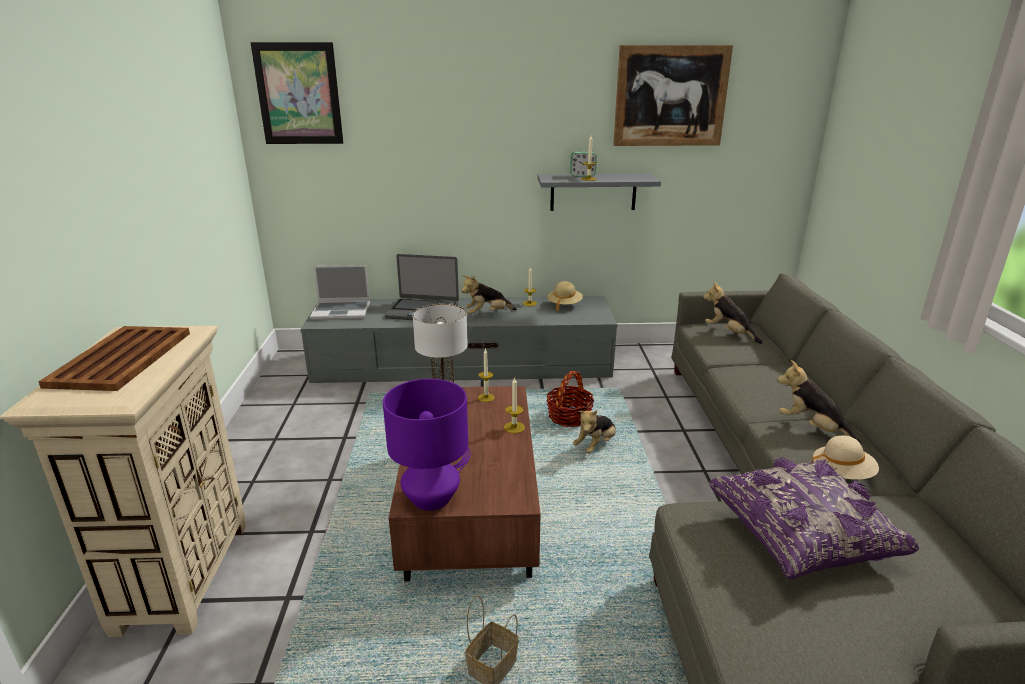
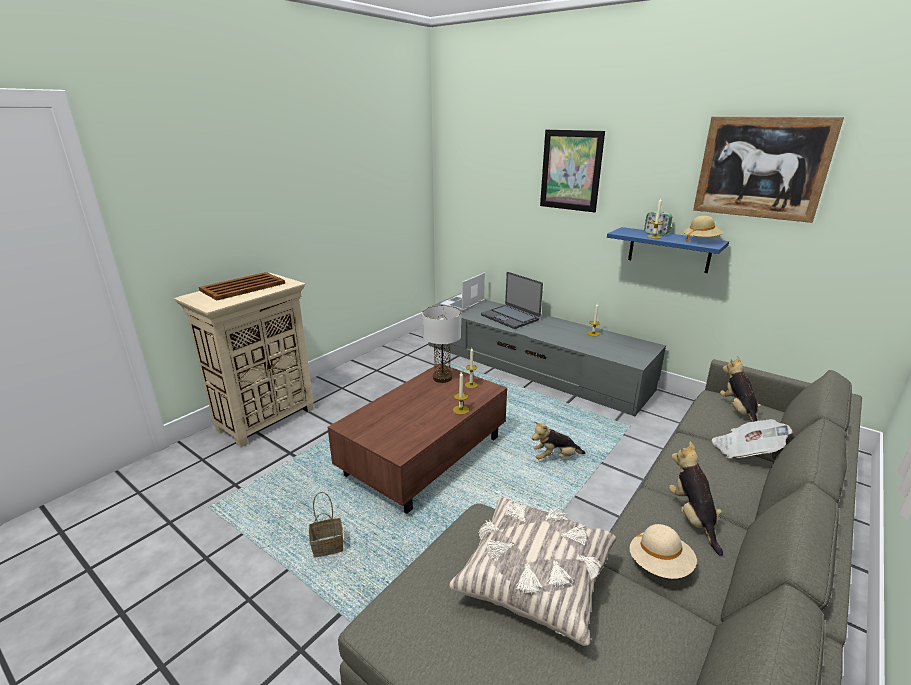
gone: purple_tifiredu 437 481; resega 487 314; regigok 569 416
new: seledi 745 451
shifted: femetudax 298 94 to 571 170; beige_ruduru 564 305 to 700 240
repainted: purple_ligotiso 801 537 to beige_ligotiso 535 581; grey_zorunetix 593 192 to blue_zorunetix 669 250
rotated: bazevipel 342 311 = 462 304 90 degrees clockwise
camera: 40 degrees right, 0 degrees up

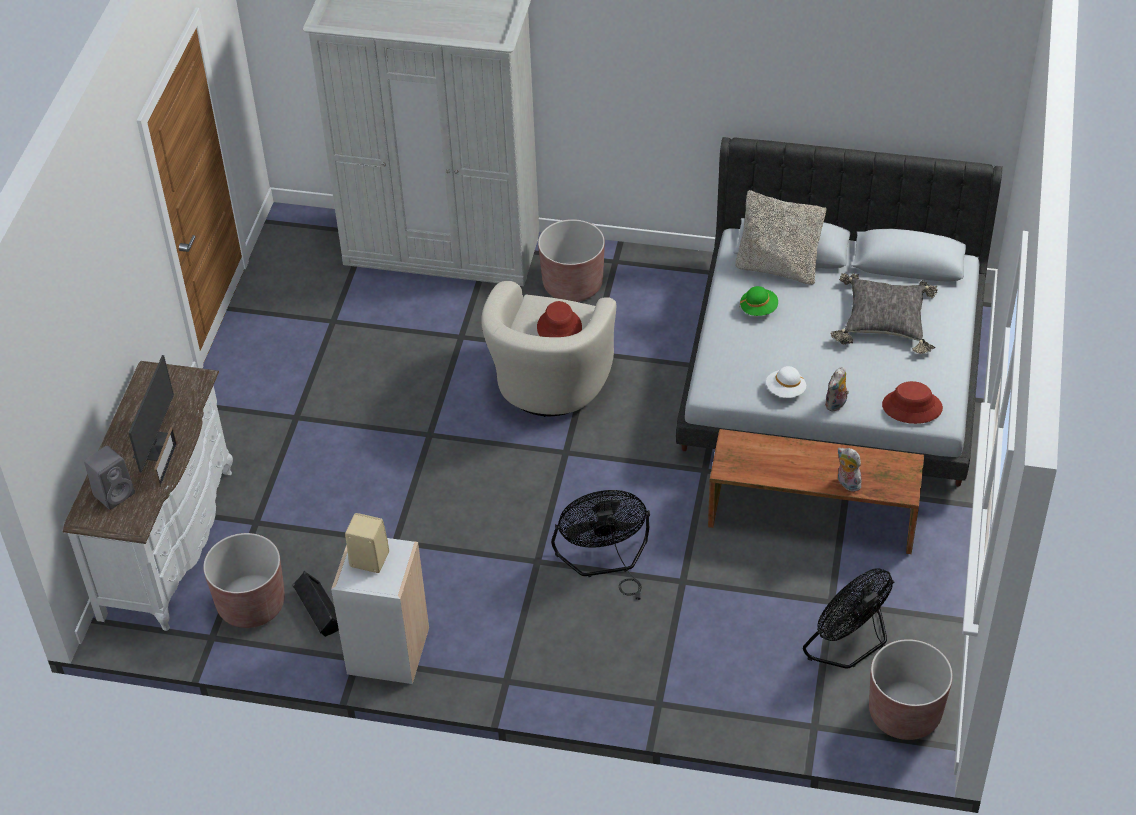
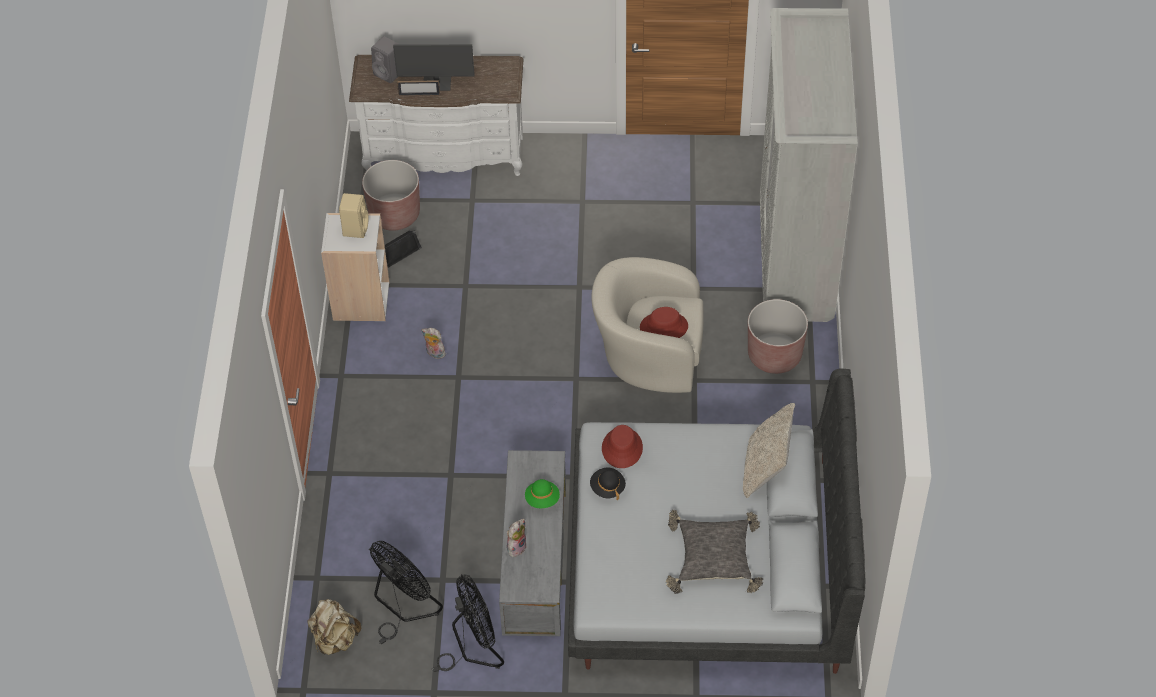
shifted: resega 836 405 to 434 353; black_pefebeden 608 562 to 471 642; green_ruduru 758 309 to 542 499; red_ruduru 912 407 to 622 448
swapped: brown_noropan 904 713 to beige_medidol 335 639
repainted: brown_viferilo 814 514 to grey_viferilo 536 560; white_ruduru 785 390 to black_ruduru 607 488
camera: 80 degrees right, 5 degrees up

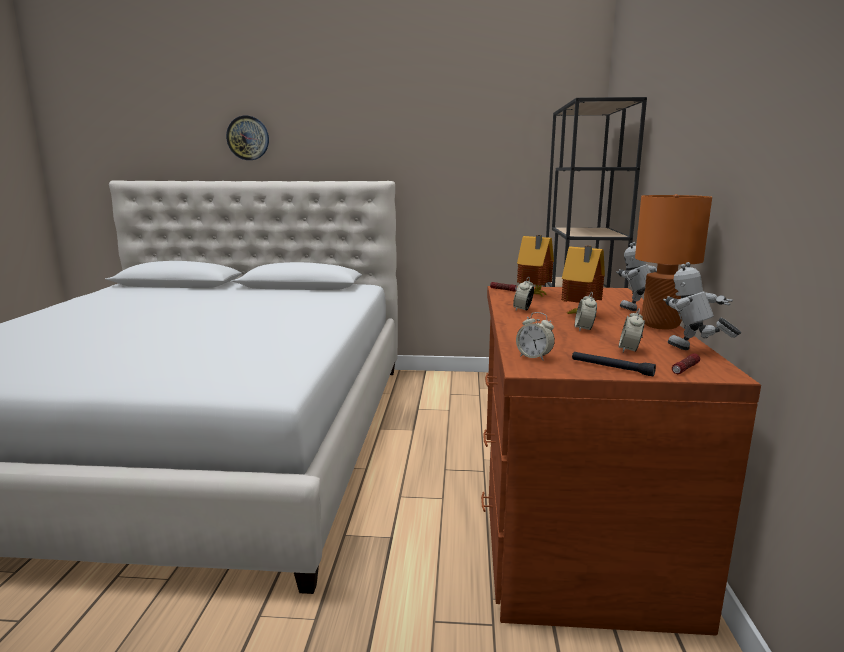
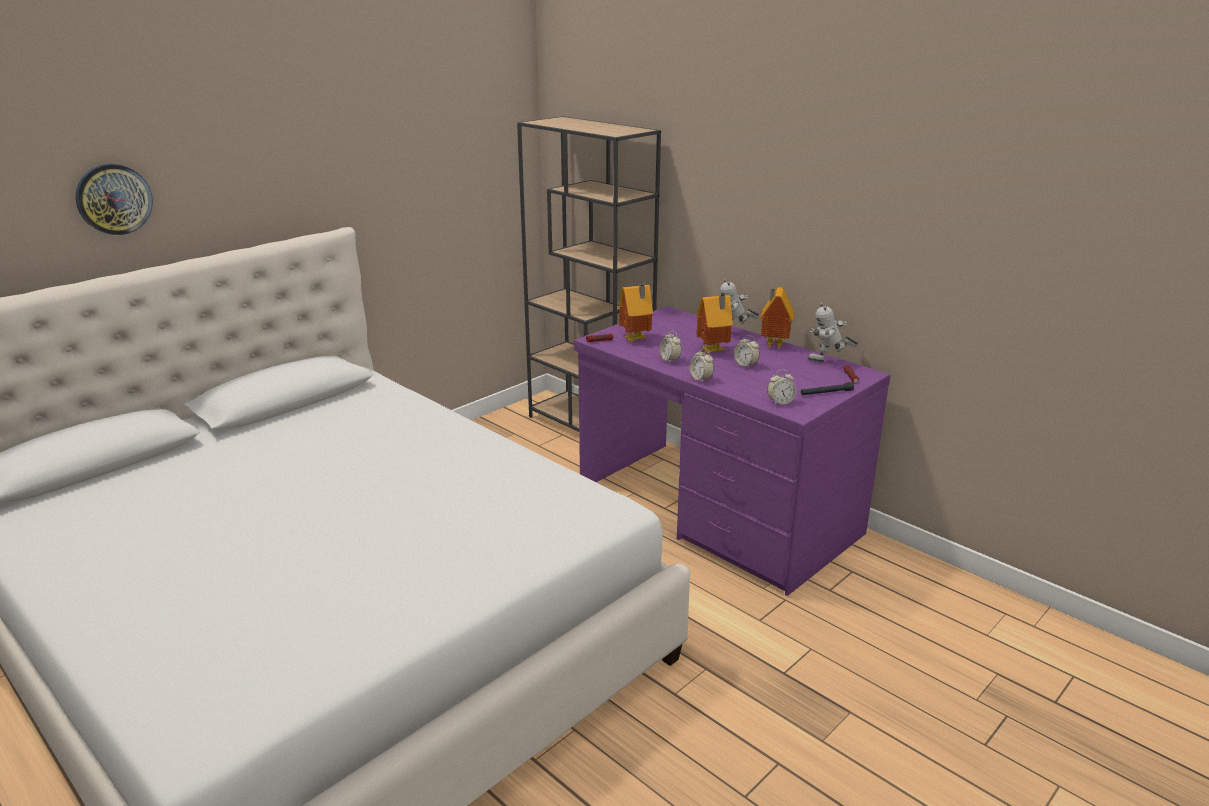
shifted: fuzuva 629 350 to 701 379
swapped: orange_tifiredu 659 327 to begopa 772 345
repainted: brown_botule 568 511 to purple_botule 716 511
camera: 50 degrees left, 10 degrees up

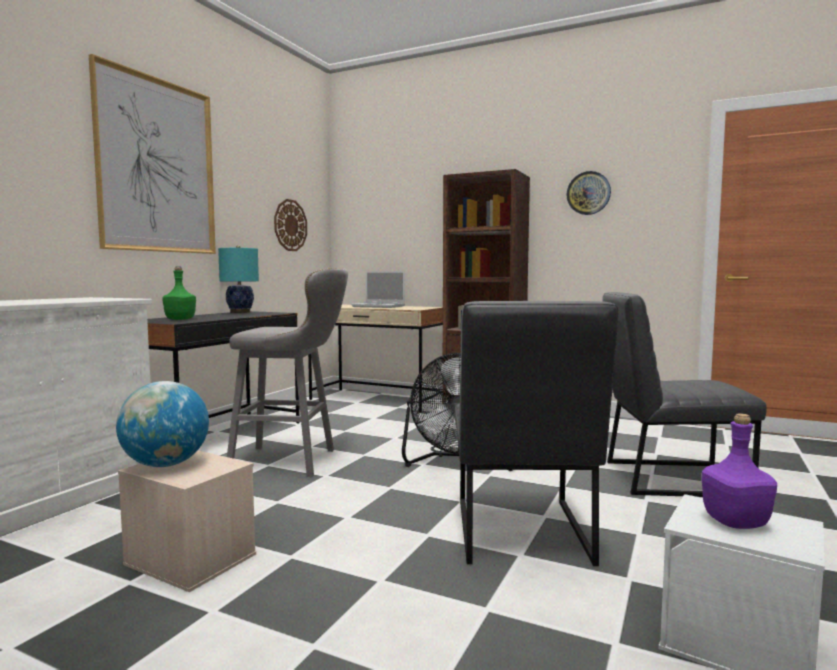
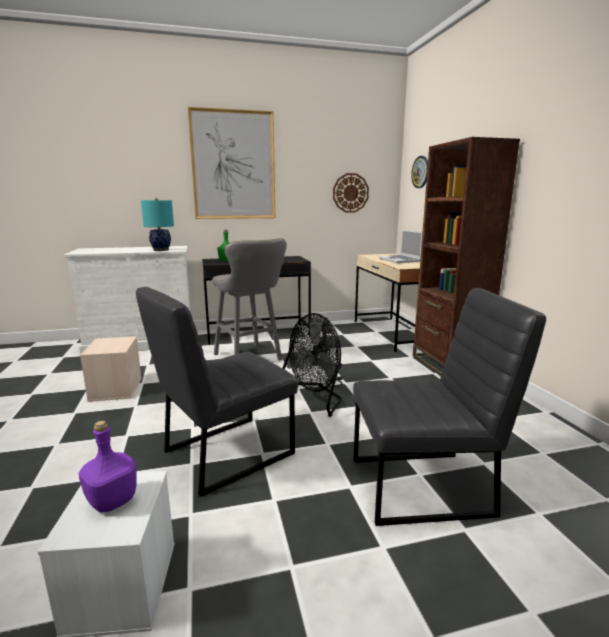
gone: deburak 165 465
shifted: turquoise_tifiredu 240 312 to 161 250; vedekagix 588 193 to 421 172
rotated: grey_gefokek 670 478 = 424 486 120 degrees clockwise
camera: 50 degrees right, 10 degrees up

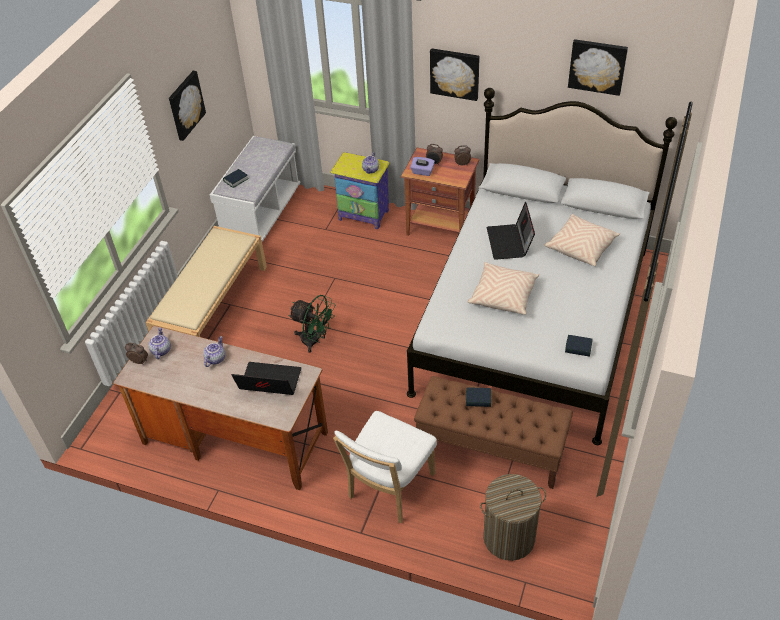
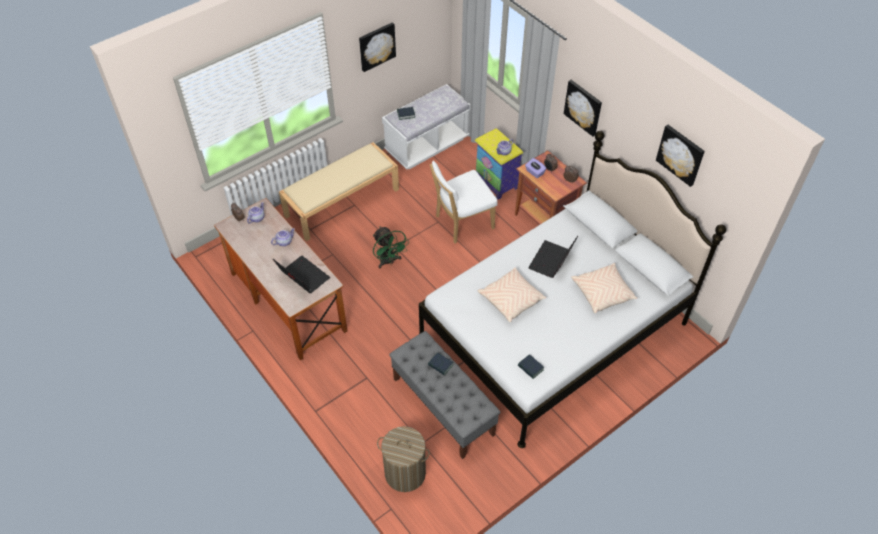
shifted: white_gefokek 388 489 to 461 223
repainted: brown_viferilo 491 450 to grey_viferilo 443 406
camera: 30 degrees right, 5 degrees up

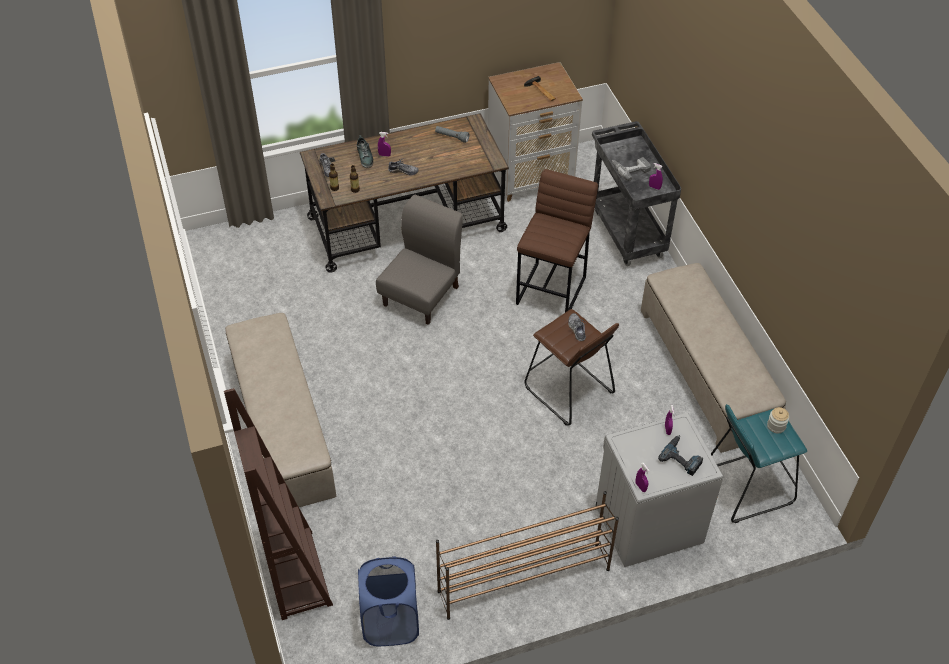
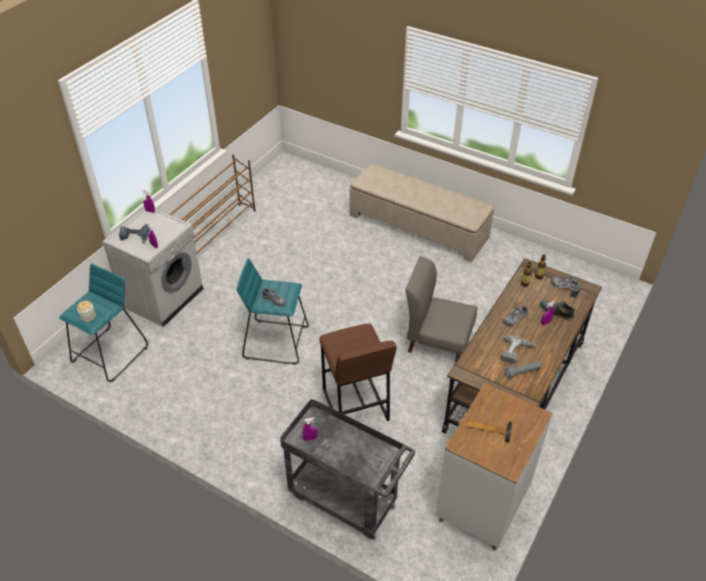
gone: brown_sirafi 296 575; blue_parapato 390 623; beige_viferilo 706 371
shifted: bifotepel 630 169 to 516 352
repainted: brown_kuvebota 568 390 to turquoise_kuvebota 276 341
rotated: grey_gefokek 422 295 = 437 341 120 degrees clockwise
camera: 140 degrees right, 5 degrees down

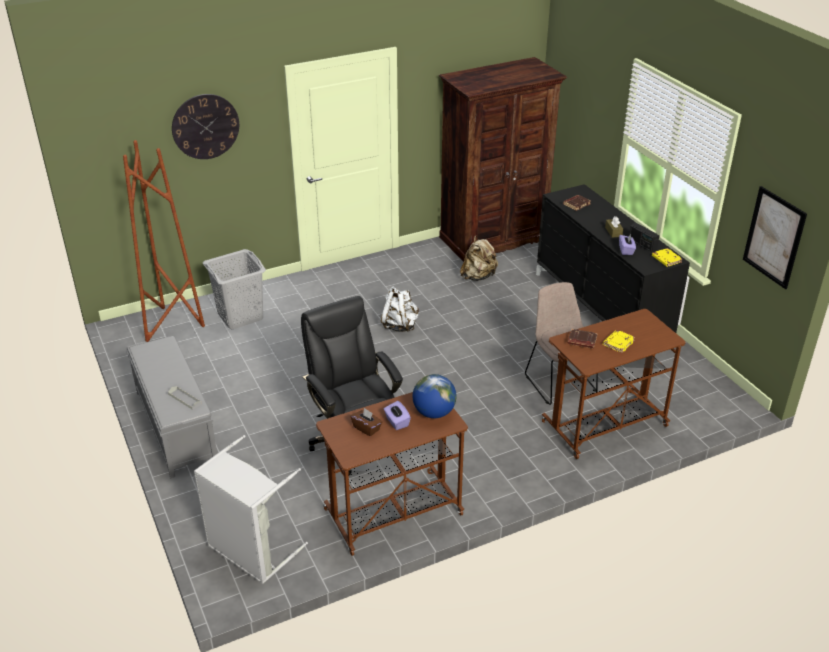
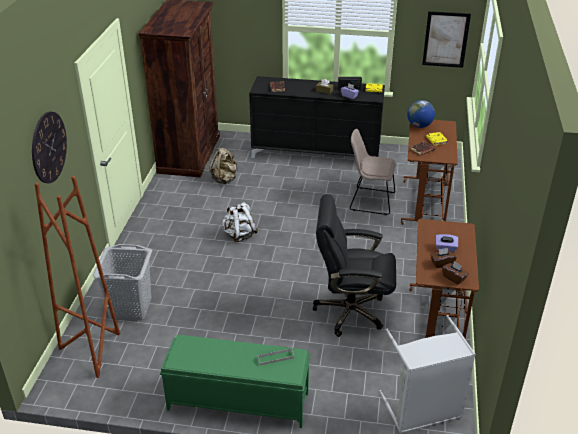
new: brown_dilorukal 454 278
shifted: deburak 434 413 to 419 126
repainted: grey_viferilo 175 426 to green_viferilo 237 401
camera: 55 degrees left, 0 degrees up

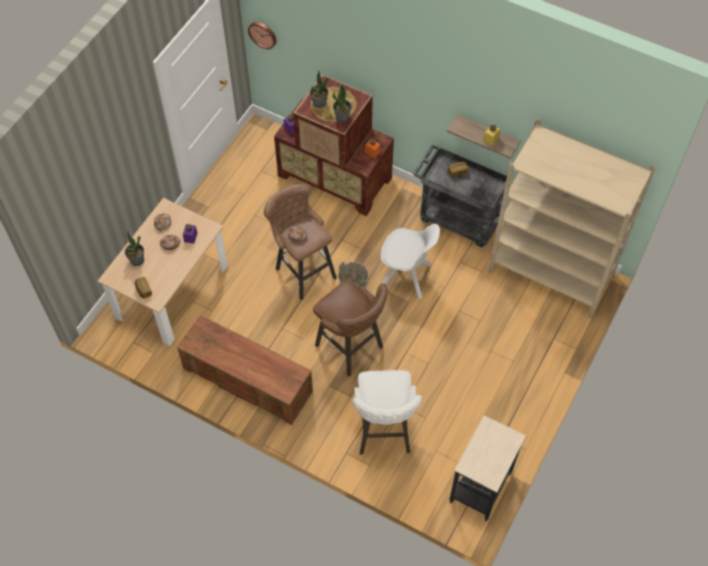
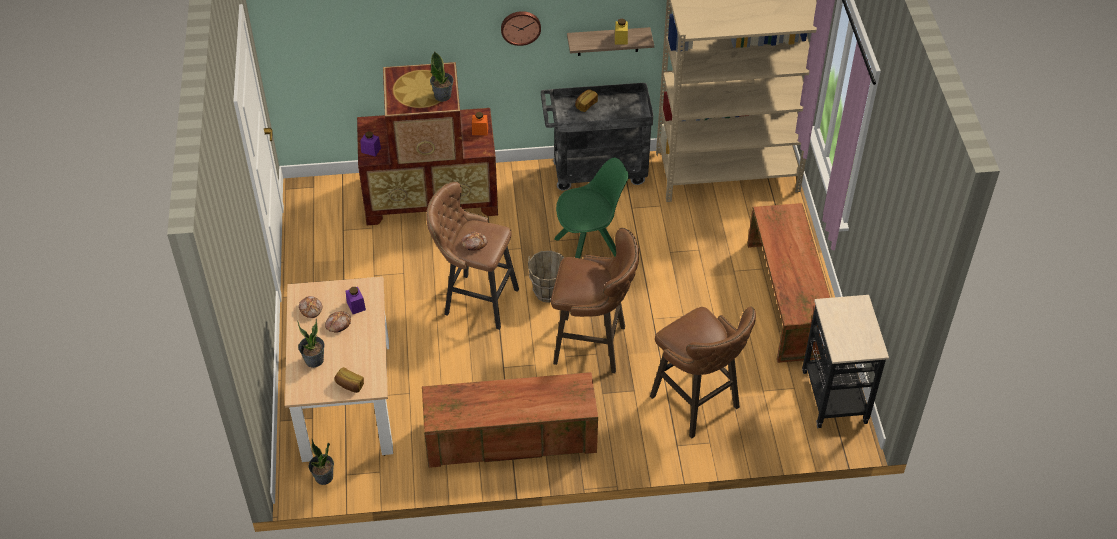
new: brown_viferilo 788 300
shifted: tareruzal 319 103 to 324 477; vedekagix 263 34 to 520 27
repainted: white_gefokek 406 276 to green_gefokek 590 249; white_kuvebota 383 433 to brown_kuvebota 697 404
camera: 35 degrees left, 10 degrees down

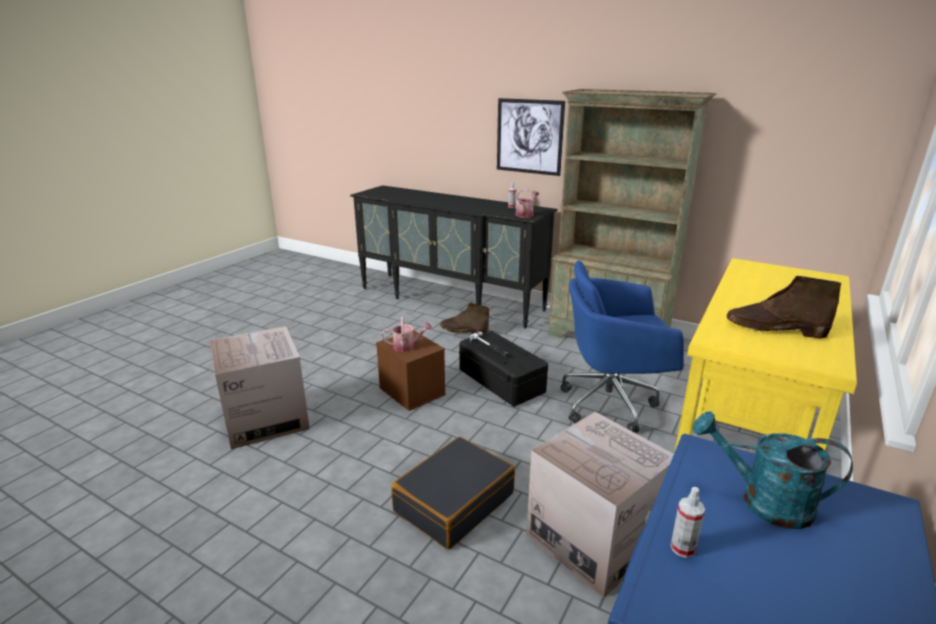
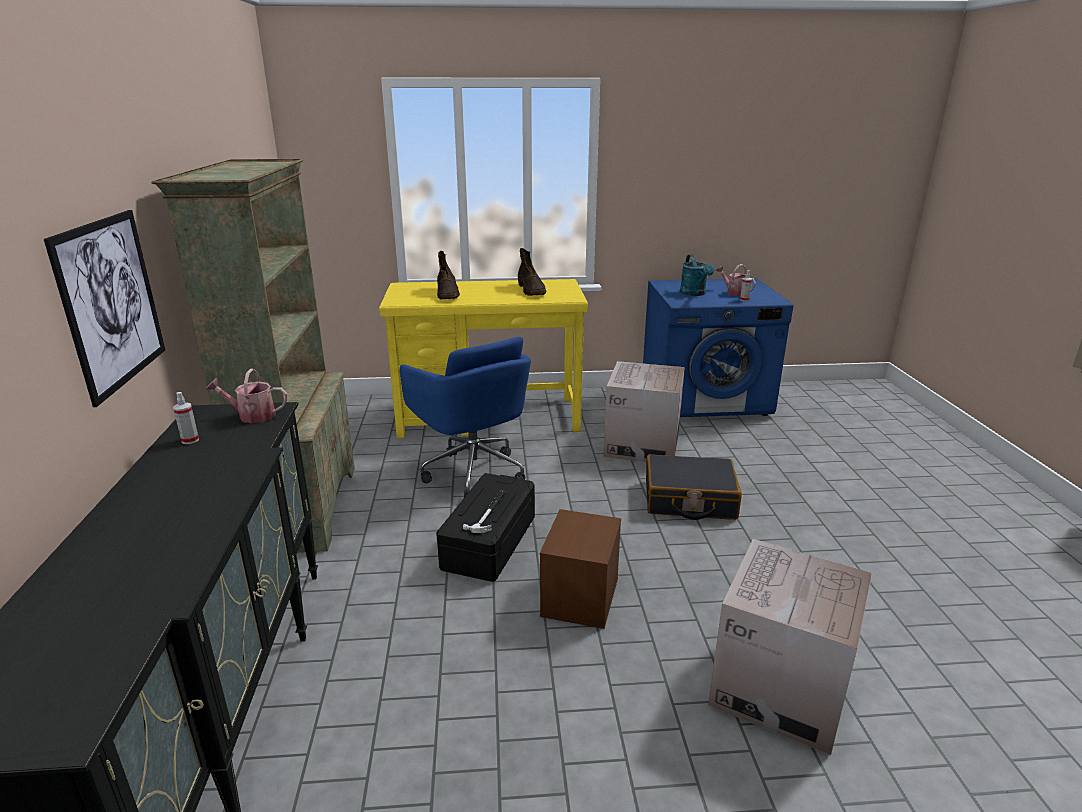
shifted: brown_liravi 463 331 to 448 294; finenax 407 346 to 734 292
camera: 125 degrees left, 0 degrees up

